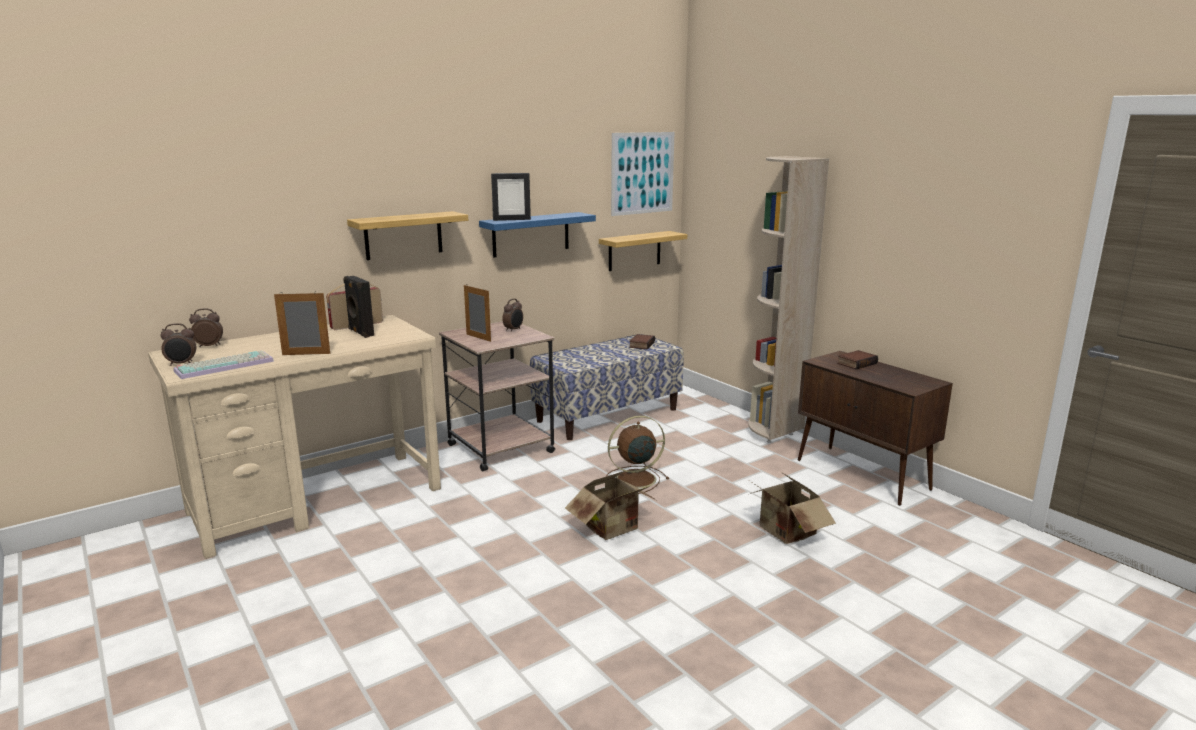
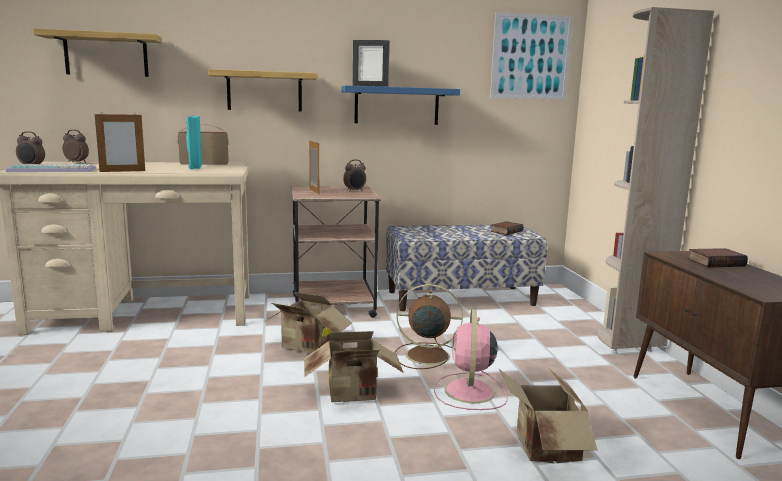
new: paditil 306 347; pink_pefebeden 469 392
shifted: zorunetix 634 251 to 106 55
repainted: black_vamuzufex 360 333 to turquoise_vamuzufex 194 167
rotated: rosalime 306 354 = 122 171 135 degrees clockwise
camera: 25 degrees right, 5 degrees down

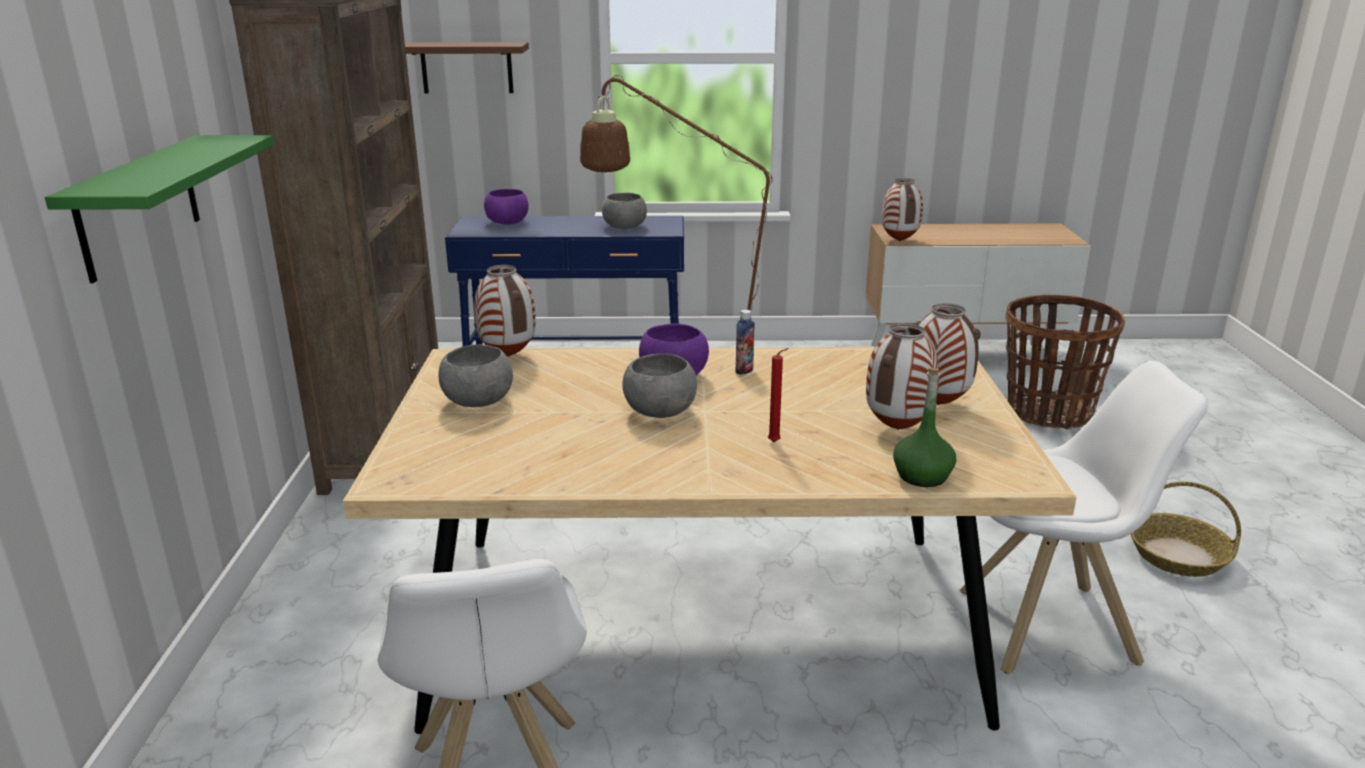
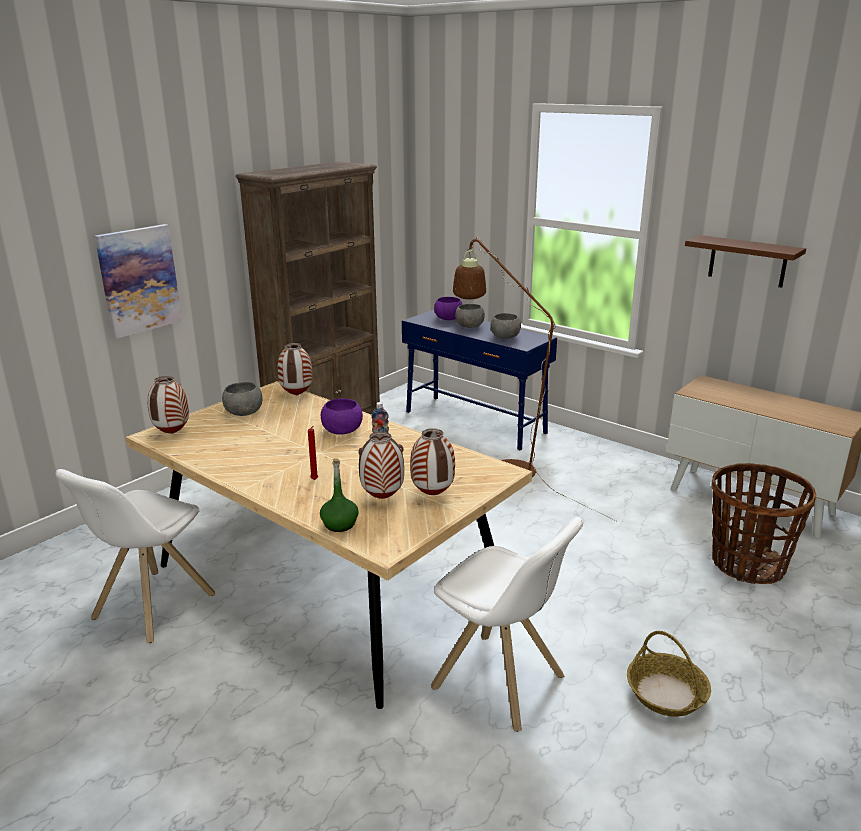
shifted: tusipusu 900 241 to 172 434; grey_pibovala 660 411 to 470 326; brown_zorunetix 467 67 to 747 261
swapped: green_zorunetix 139 205 to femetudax 139 280
camera: 40 degrees right, 0 degrees up

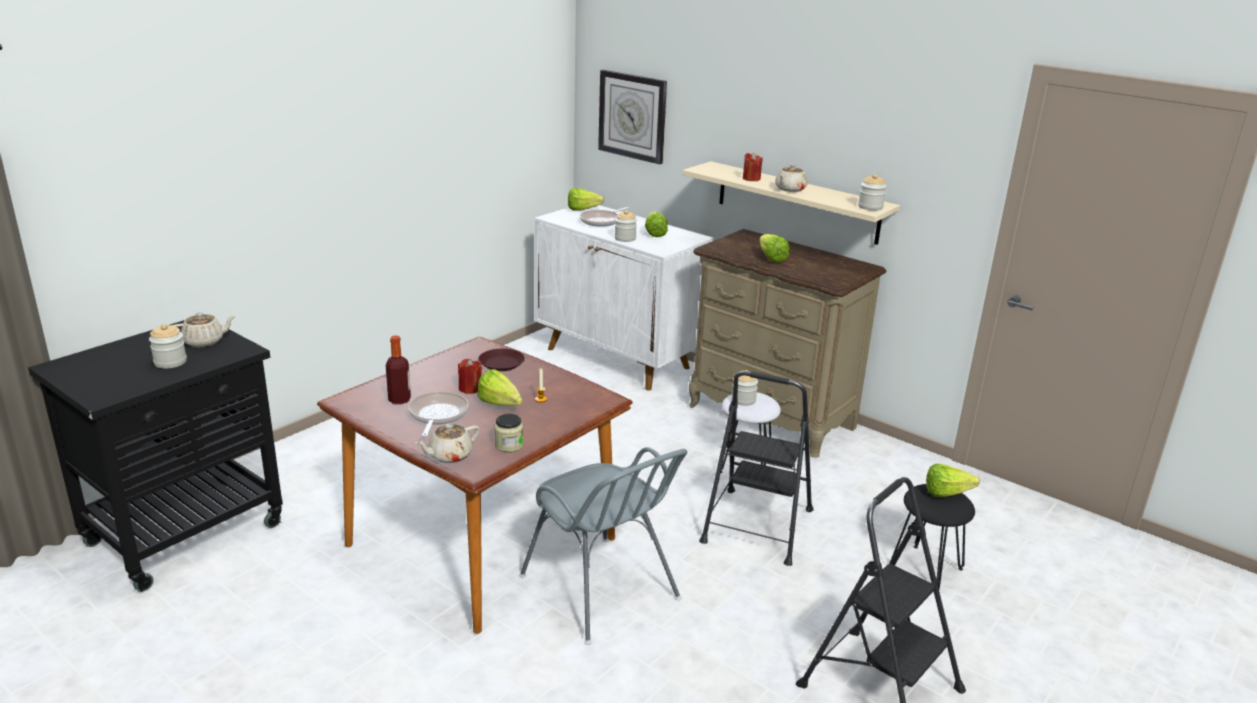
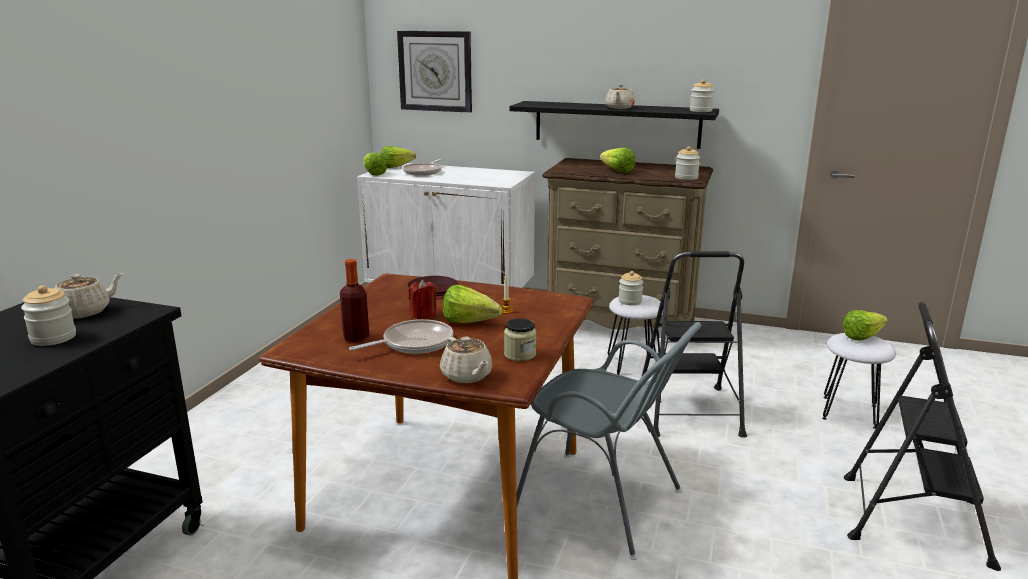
gone: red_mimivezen 751 179
shifted: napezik 655 232 to 373 173; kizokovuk 625 238 to 686 177
repainted: beige_zorunetix 797 202 to black_zorunetix 616 124; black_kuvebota 926 568 to white_kuvebota 849 411
rotated: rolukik 437 415 = 413 343 75 degrees clockwise; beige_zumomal 449 455 = 467 376 60 degrees counterclockwise
camera: 20 degrees left, 5 degrees down

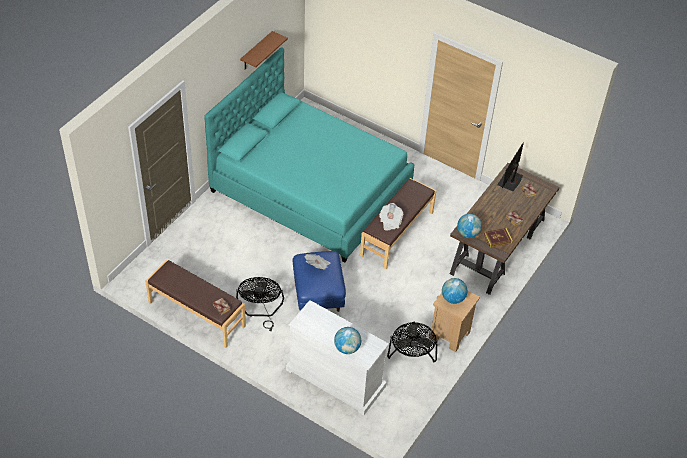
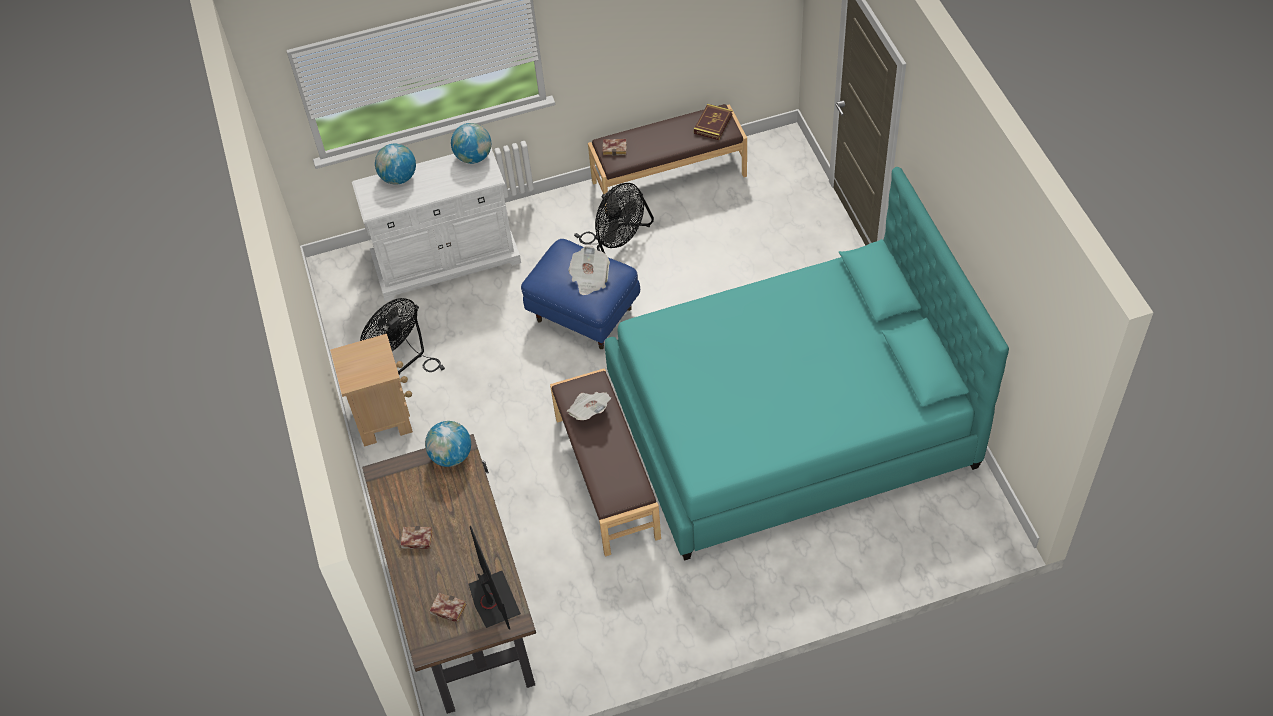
gone: brown_zorunetix 256 51
shifted: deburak 453 298 to 474 157; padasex 497 239 to 713 124
camera: 135 degrees right, 5 degrees up

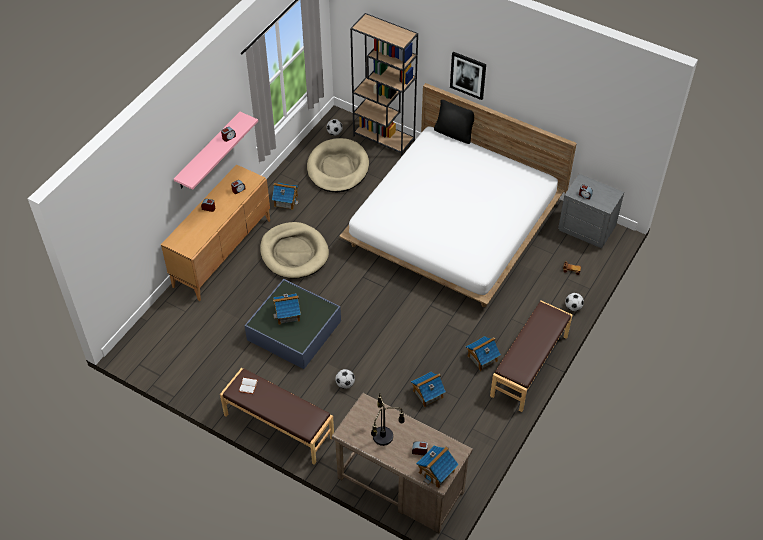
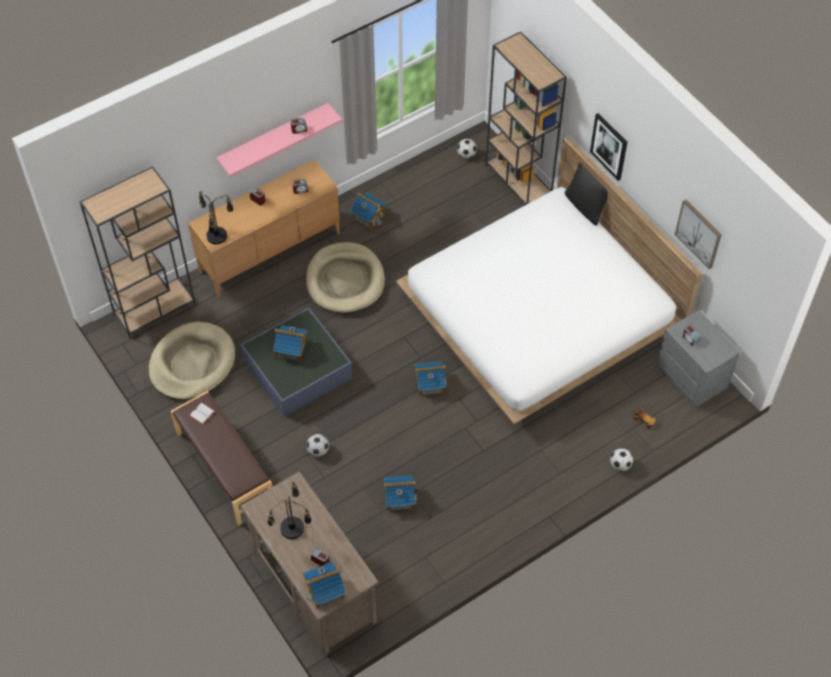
gone: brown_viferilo 530 366
new: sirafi 155 309; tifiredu 217 236; femetudax 699 233
shifted: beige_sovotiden 338 168 to 192 364; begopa 482 358 to 429 384
camera: 25 degrees right, 5 degrees up

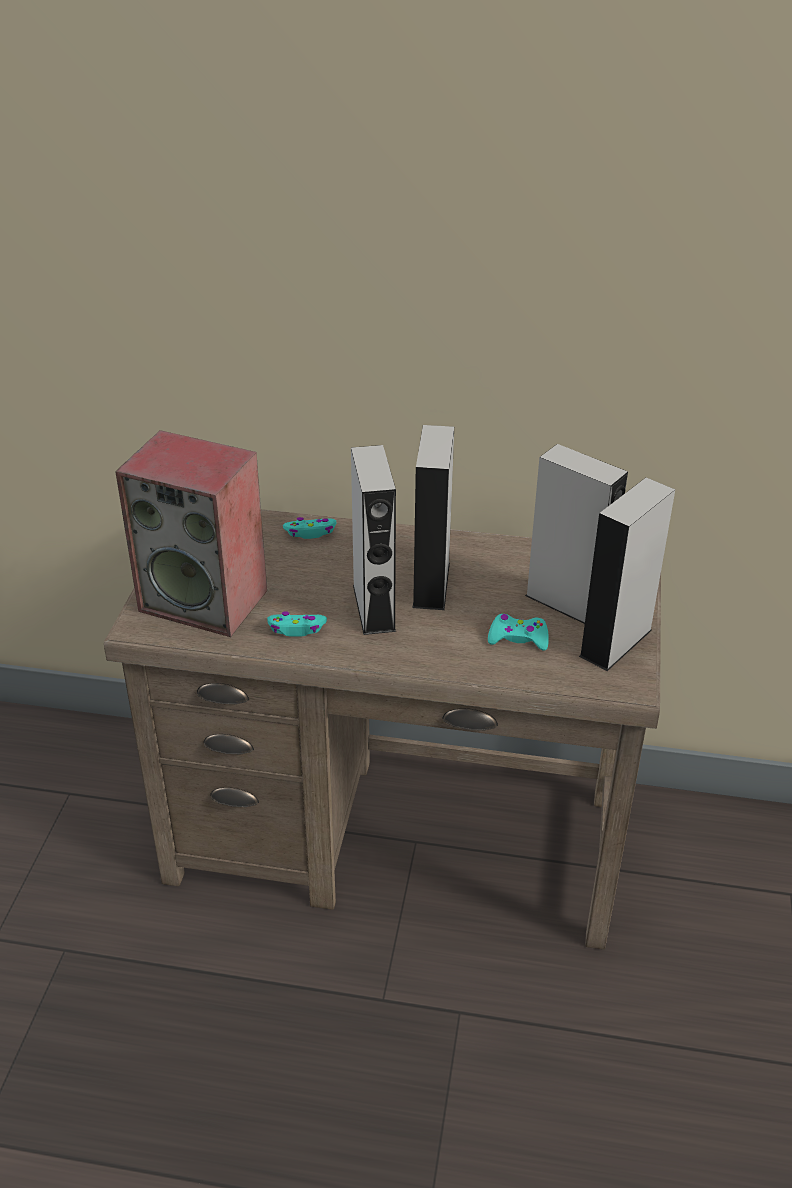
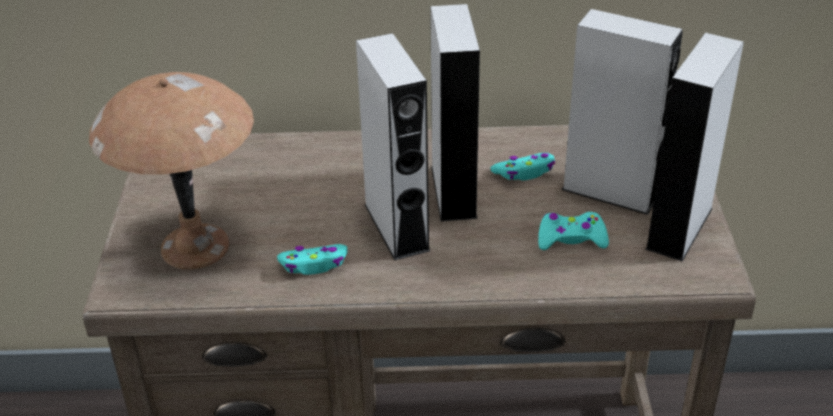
shifted: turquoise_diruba 310 532 to 525 172
swapped: vamuzufex 206 600 to brown_tifiredu 196 246
camera: 10 degrees left, 0 degrees up

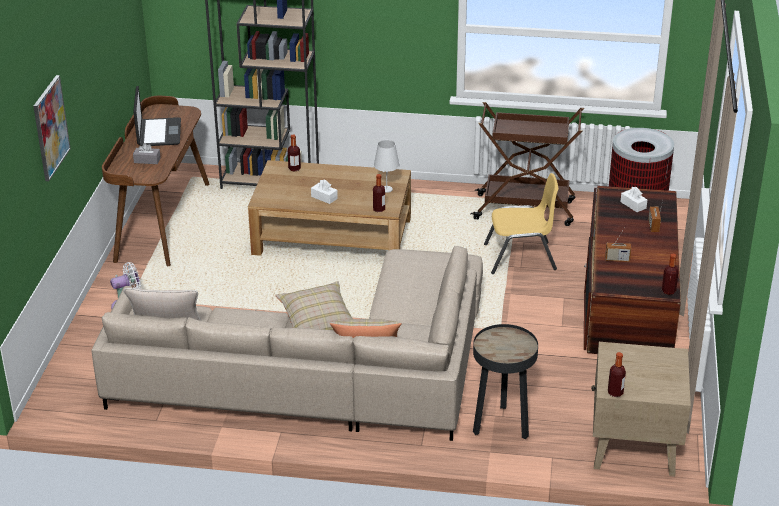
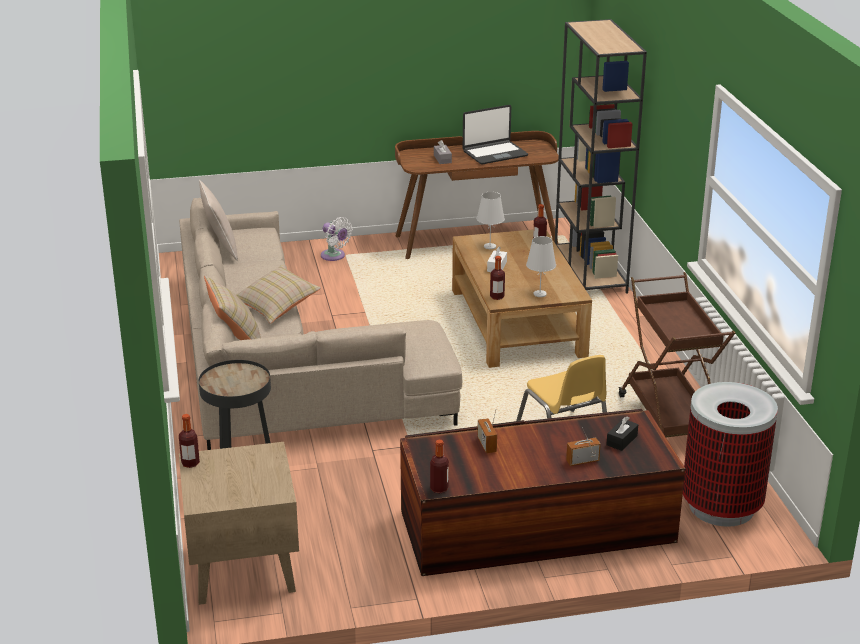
gone: femetudax 50 128
new: white_tifiredu 490 246
repainted: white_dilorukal 633 205 to black_dilorukal 621 440
camera: 70 degrees right, 5 degrees down

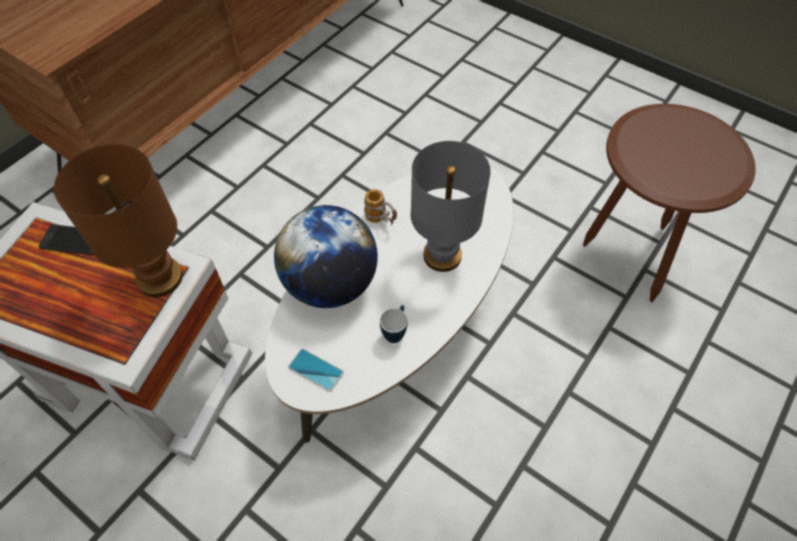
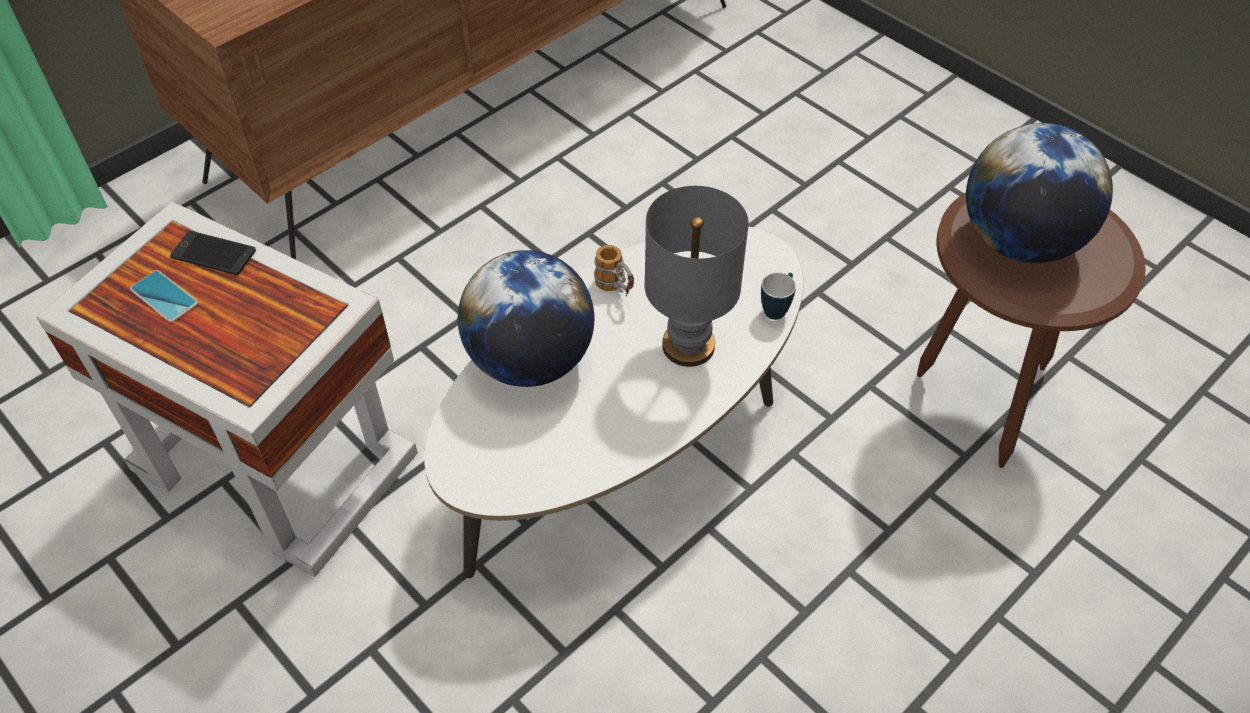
gone: brown_tifiredu 160 277
new: deburak 1019 242
shifted: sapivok 316 370 to 164 297; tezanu 395 332 to 777 308
camera: 10 degrees right, 5 degrees down

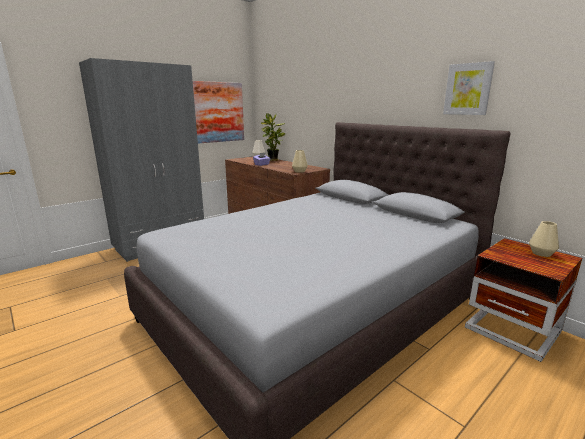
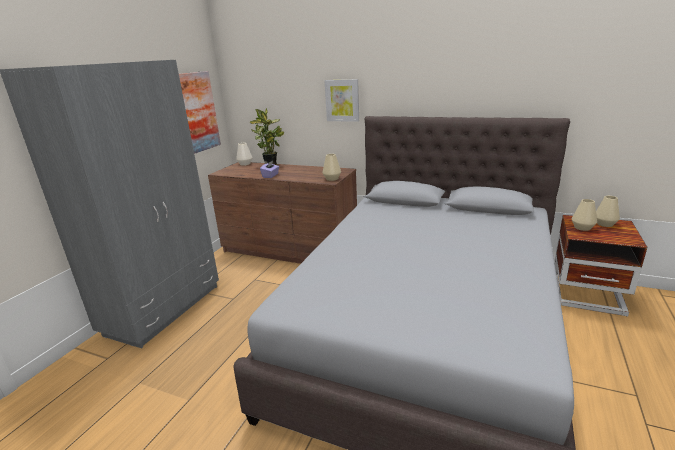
new: beige_tusipusu 582 228
shifted: femetudax 468 89 to 342 100
camera: 25 degrees left, 5 degrees up

